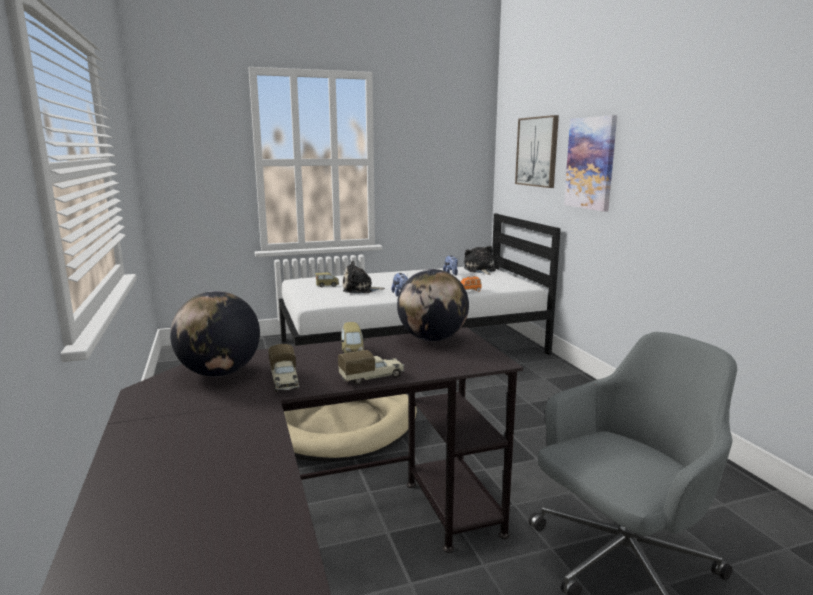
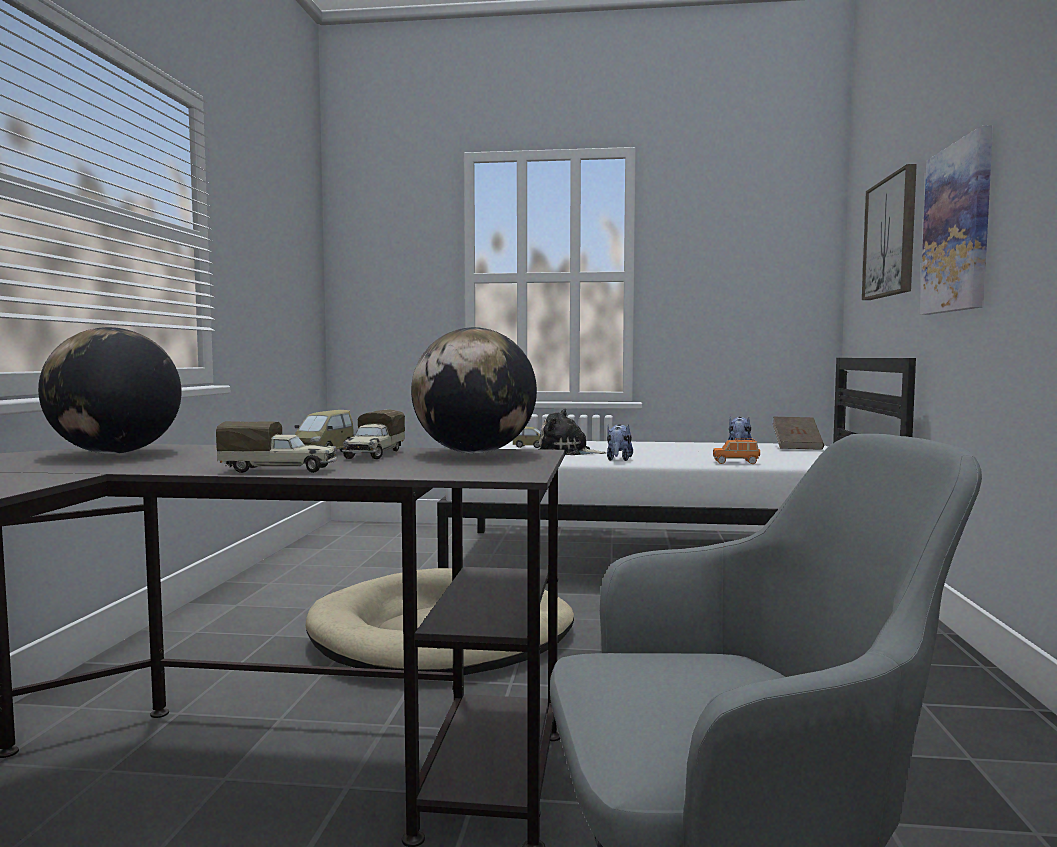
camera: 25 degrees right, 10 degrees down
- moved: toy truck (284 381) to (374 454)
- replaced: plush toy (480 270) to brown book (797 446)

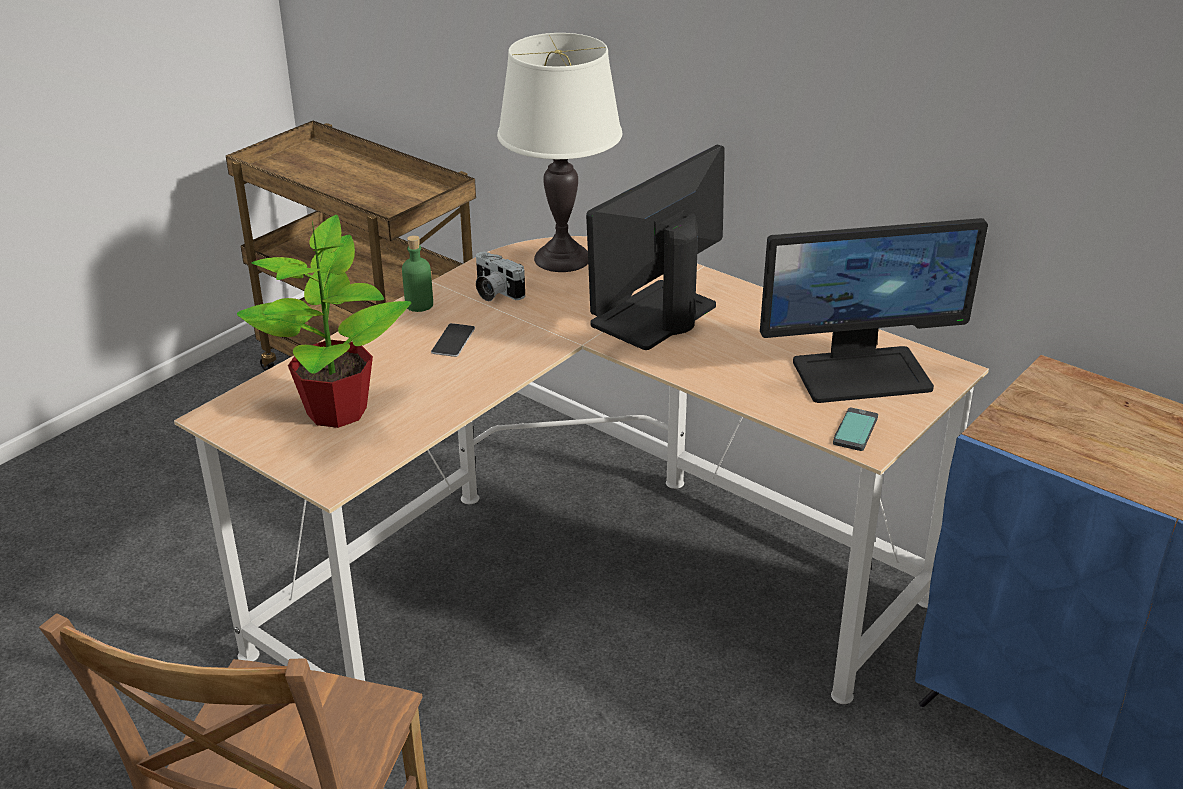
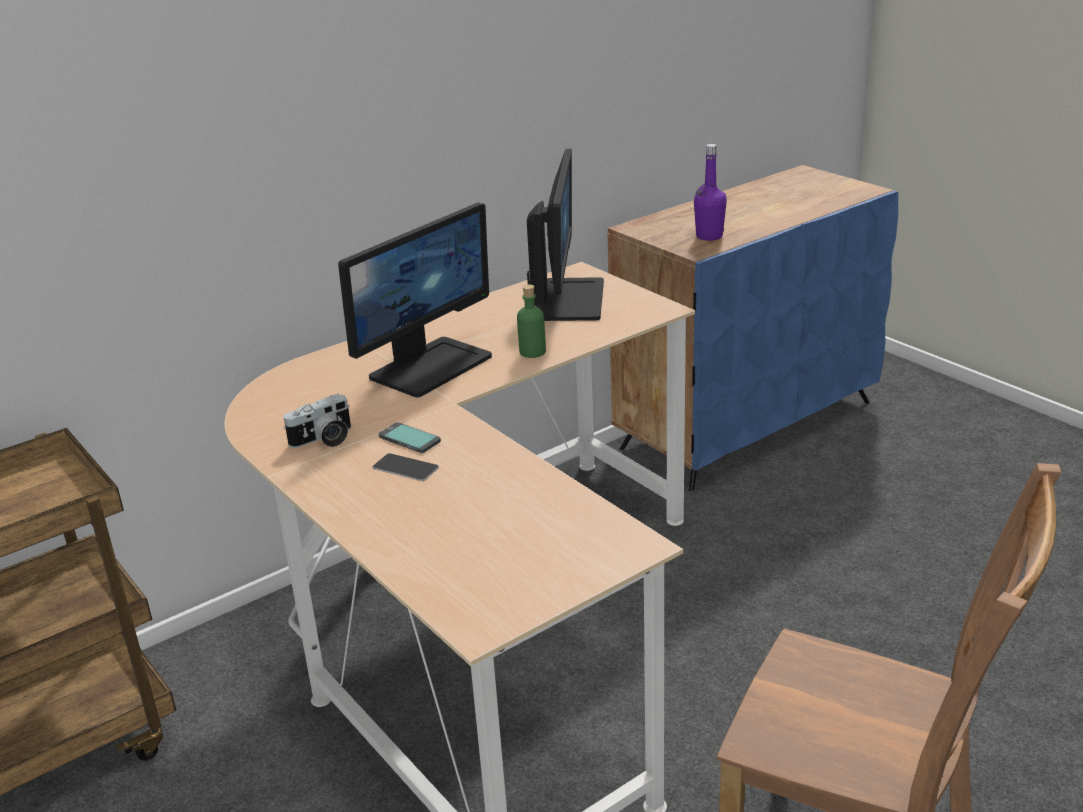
camera: 75 degrees left, 5 degrees down
- removed: potted plant (337 410)
- moved: green bottle (419 305) to (532 352)
- removed: white table lamp (562 259)
- turned: monitor (655 317) = (429 366) 105 degrees counterclockwise
- moved: phone (855 430) to (409 439)
- added: purple bottle (709 236)

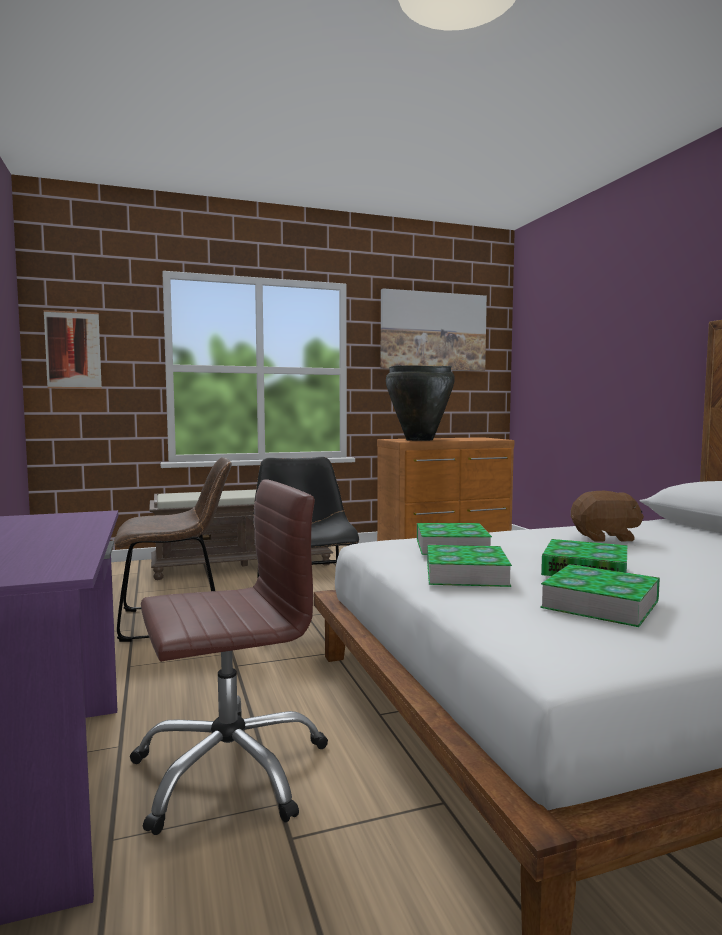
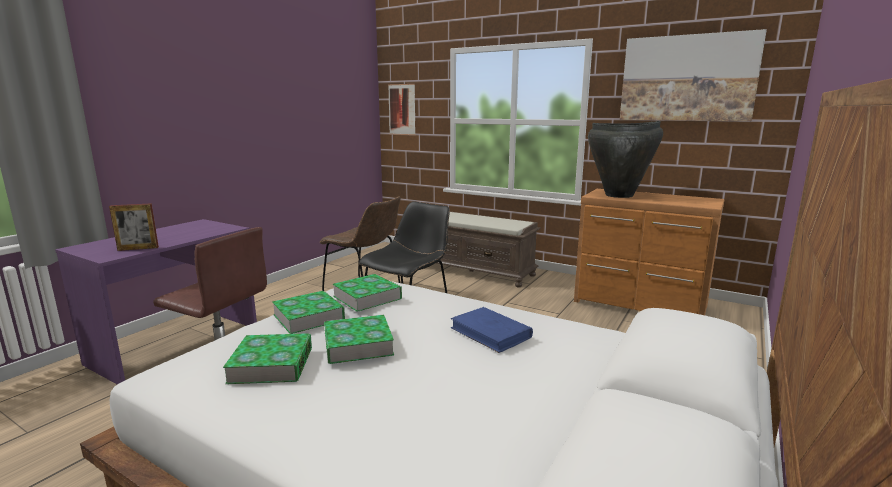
camera: 50 degrees right, 10 degrees up
- replaced: brown plush toy (605 538) to blue book (491 333)
- added: picture frame (138 248)

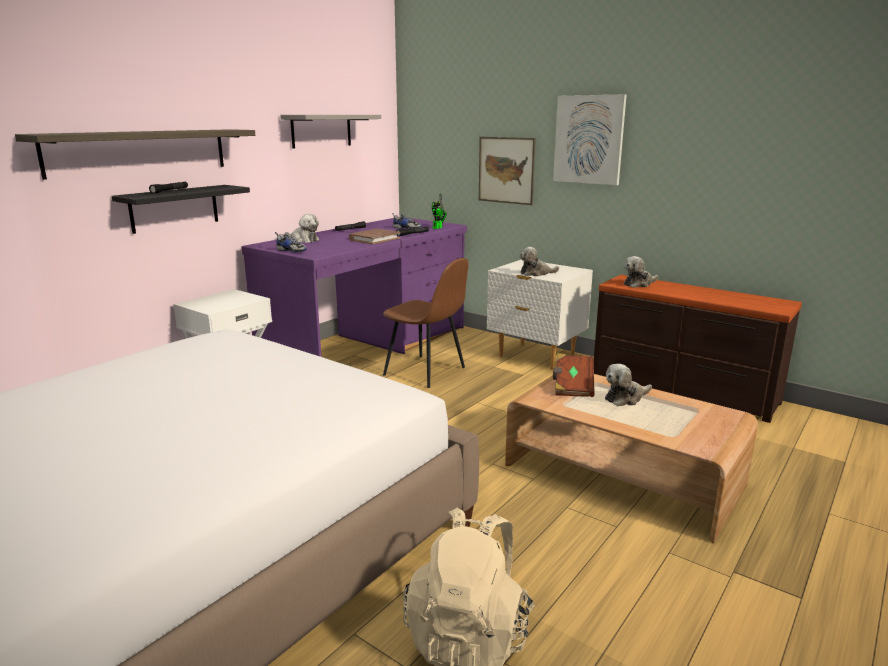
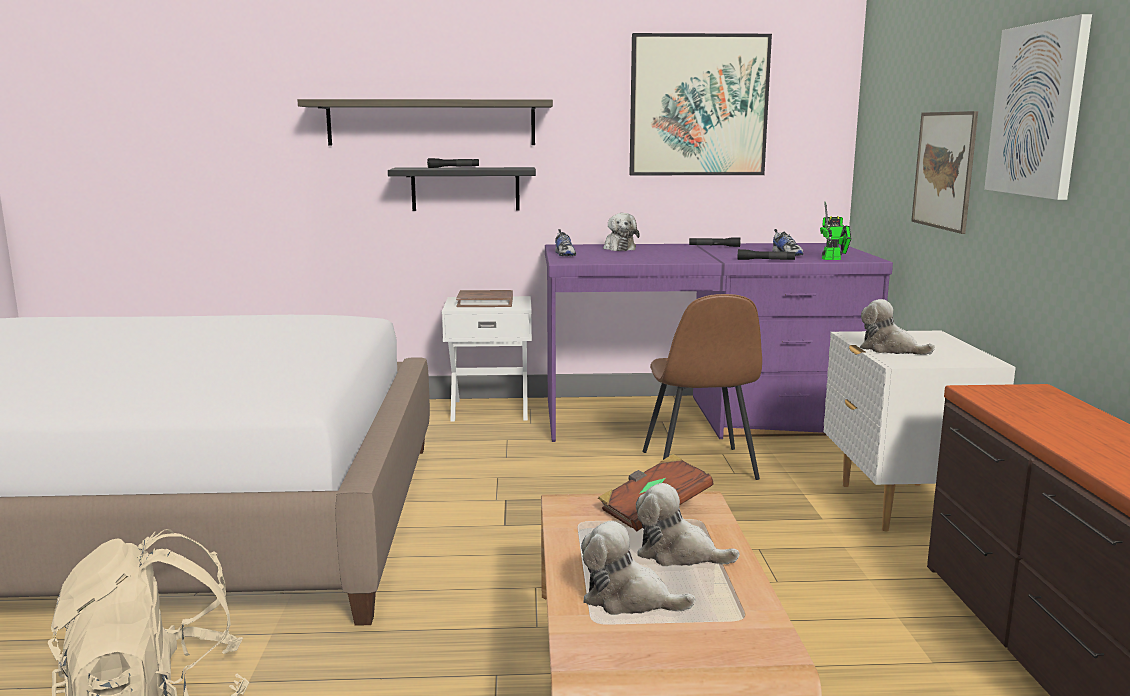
camera: 50 degrees right, 5 degrees down
- replaced: grey shelf (321 130) to picture (698 105)
- moved: brown book (374 239) to (485 302)
- moved: plush toy (639 284) to (628 599)

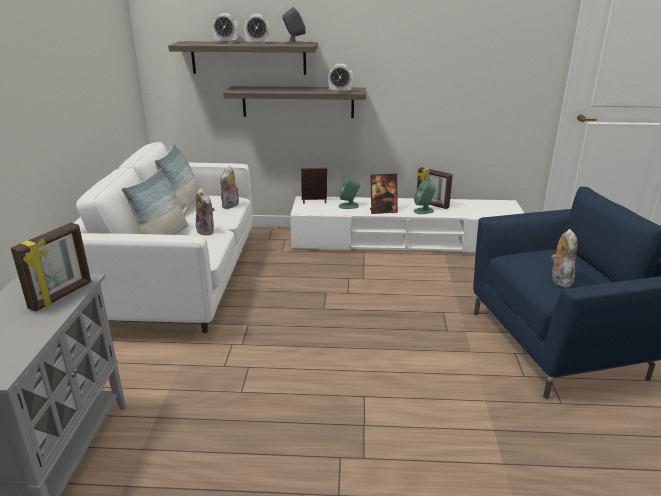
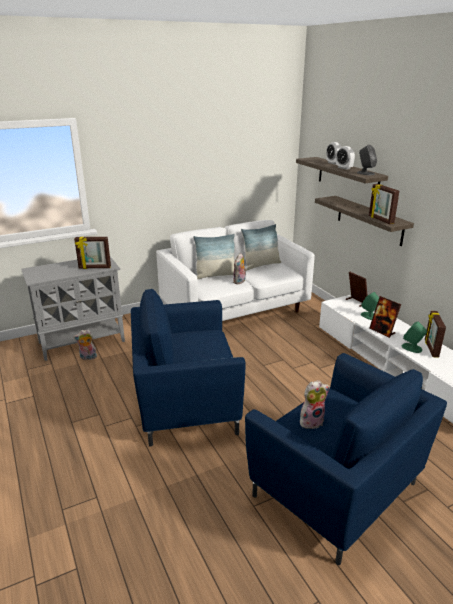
camera: 60 degrees right, 0 degrees up
- moved: plush toy (231 206) to (87 358)
- replaced: alarm clock (340 91) to picture frame (380 220)
- added: blue armchair (185 404)

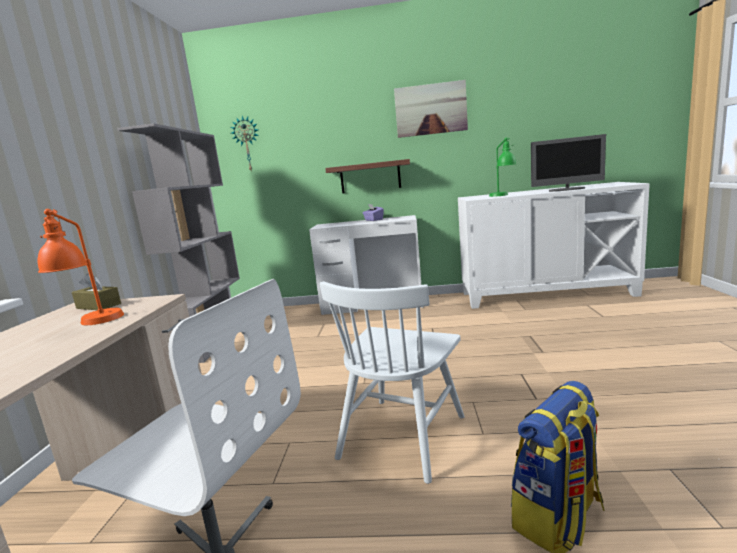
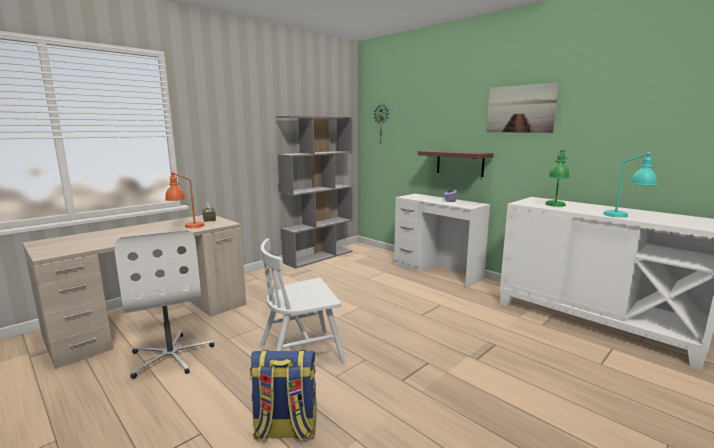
camera: 40 degrees right, 0 degrees up
- replaced: monitor (567 189) to turquoise table lamp (626 216)

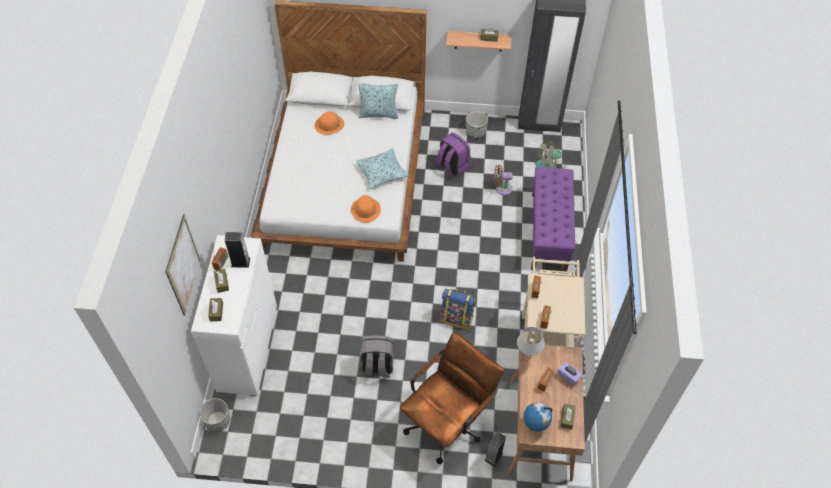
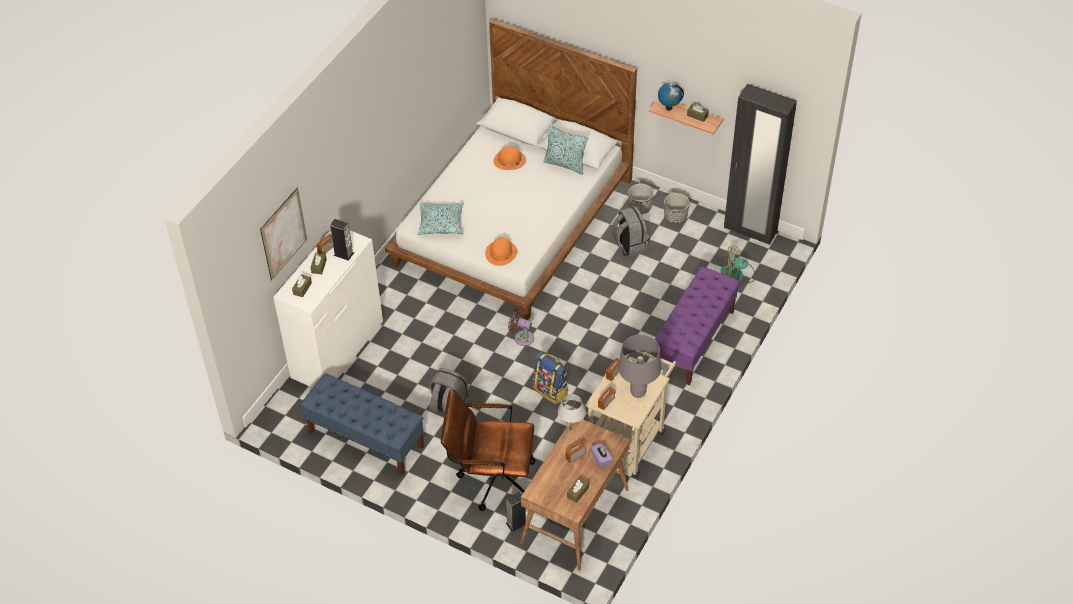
camera: 25 degrees right, 5 degrees down
- moved: planter (218 420) to (640 207)
- moved: pillow (382 172) to (441 223)
- turned: brown office chair (448 421) = (490 478) 150 degrees counterclockwise
- recoloured: purple backpack (452 167) to grey backpack (629 245)
- moved: brown fan (501 188) to (522 337)
- moved: globe (535 425) to (669 107)
- added: blue bench (365 439)
- added: grey table lamp (638 392)

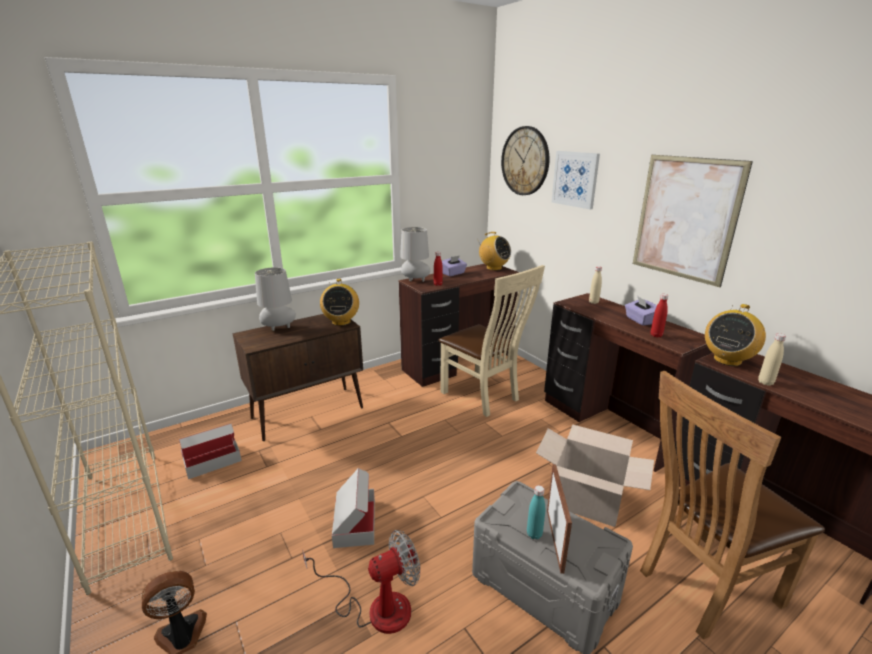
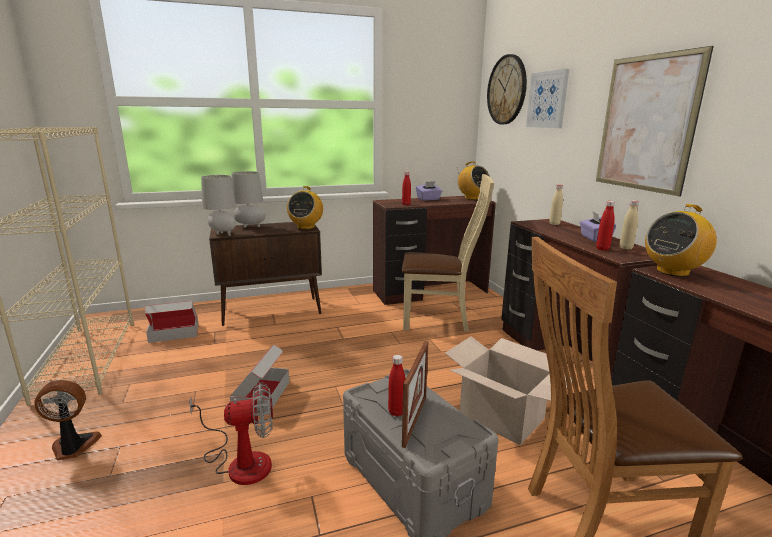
camera: 15 degrees right, 5 degrees down
- moved: grey table lamp (415 280) to (222 234)
- turned: beige chair (483 397) = (440 319) 60 degrees counterclockwise
- recoloured: turquoise bottle (534 534) to red bottle (396 412)
- moved: beige bottle (765 382) to (625 248)

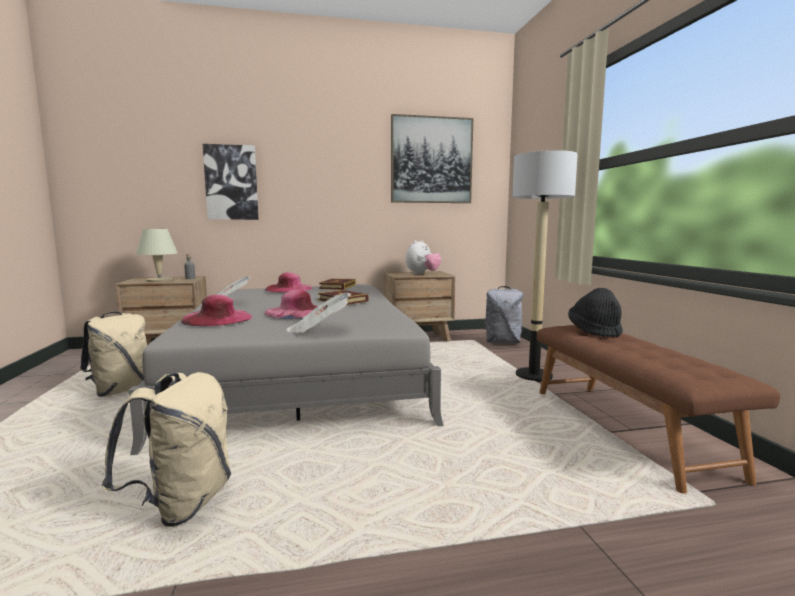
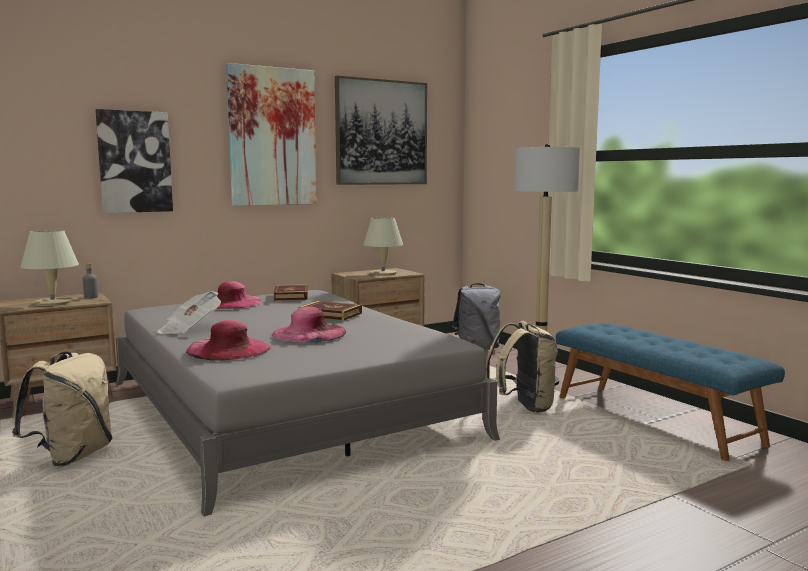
camera: 20 degrees left, 0 degrees up
- moved: beige backpack (182 504) to (523 407)
- removed: newspaper (319 330)
- replaced: plush toy (422 274) to beige table lamp (383 273)
- recoloured: brown bench (626 429) to blue bench (655 419)
- removed: black hat (594 331)
- added: picture (272 137)

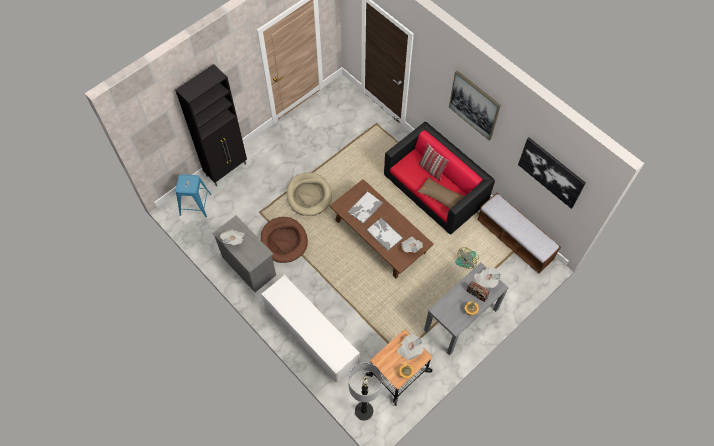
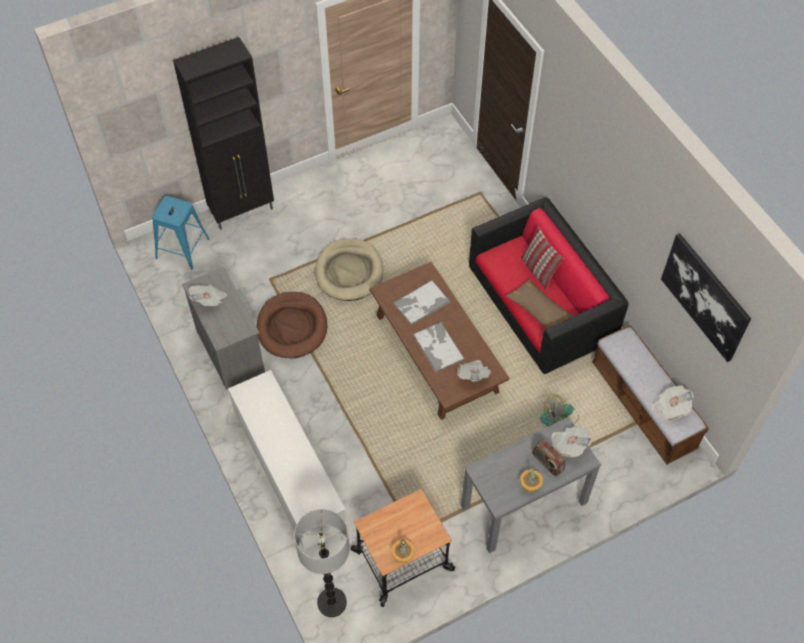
camera: 15 degrees right, 5 degrees down
- moved: newspaper (409 349) to (670 408)
- removed: picture (474 105)

